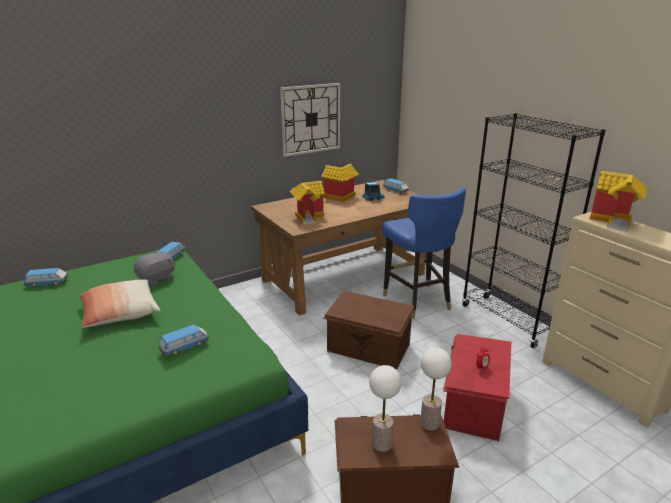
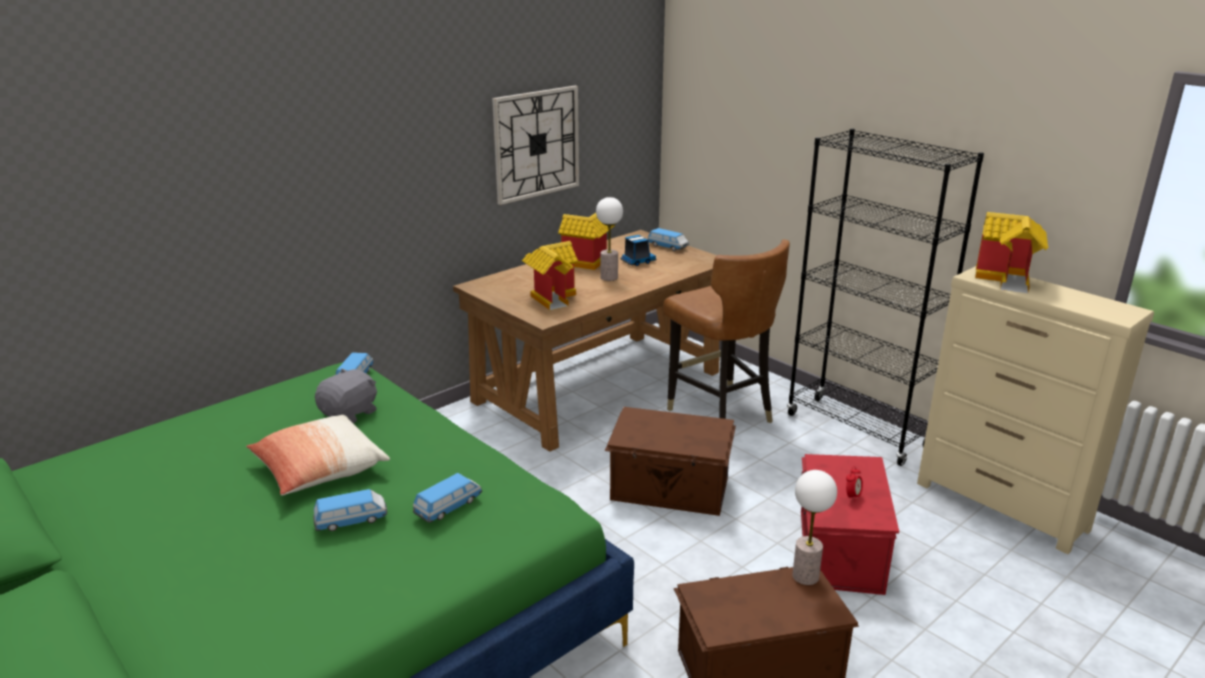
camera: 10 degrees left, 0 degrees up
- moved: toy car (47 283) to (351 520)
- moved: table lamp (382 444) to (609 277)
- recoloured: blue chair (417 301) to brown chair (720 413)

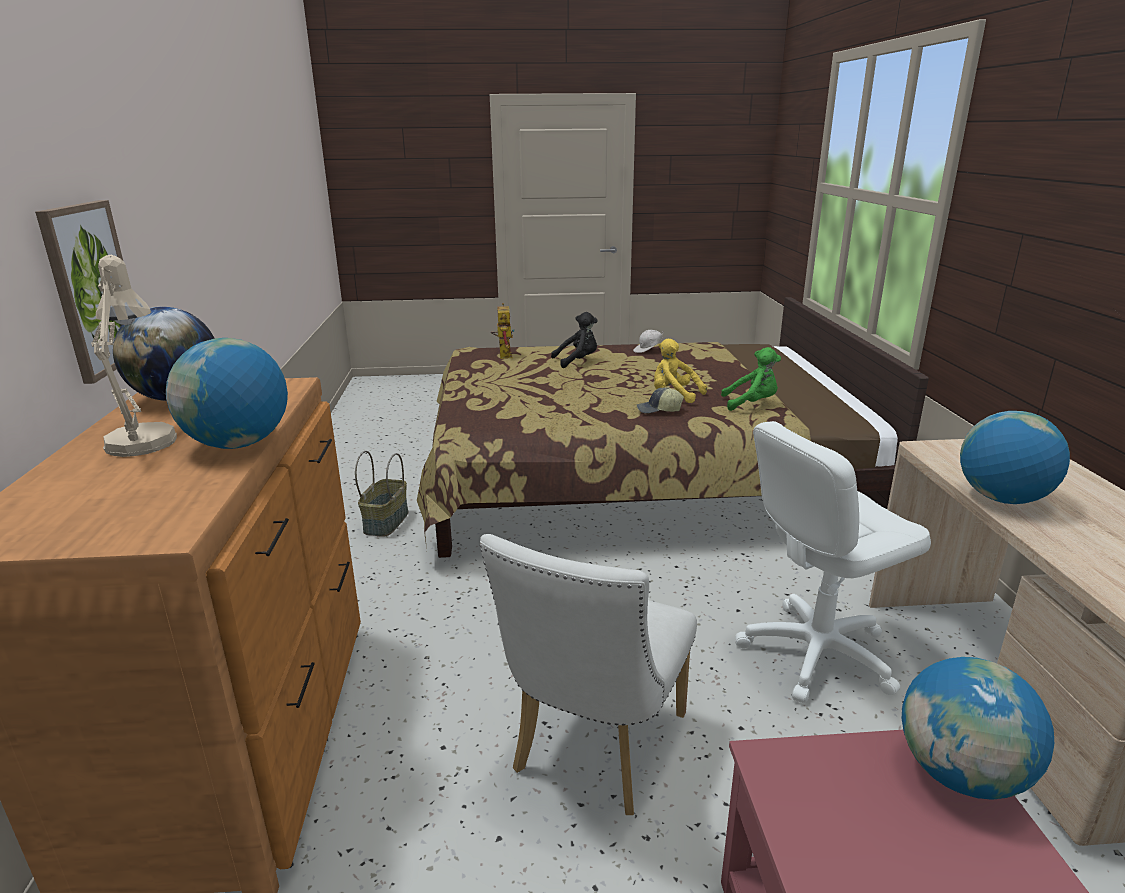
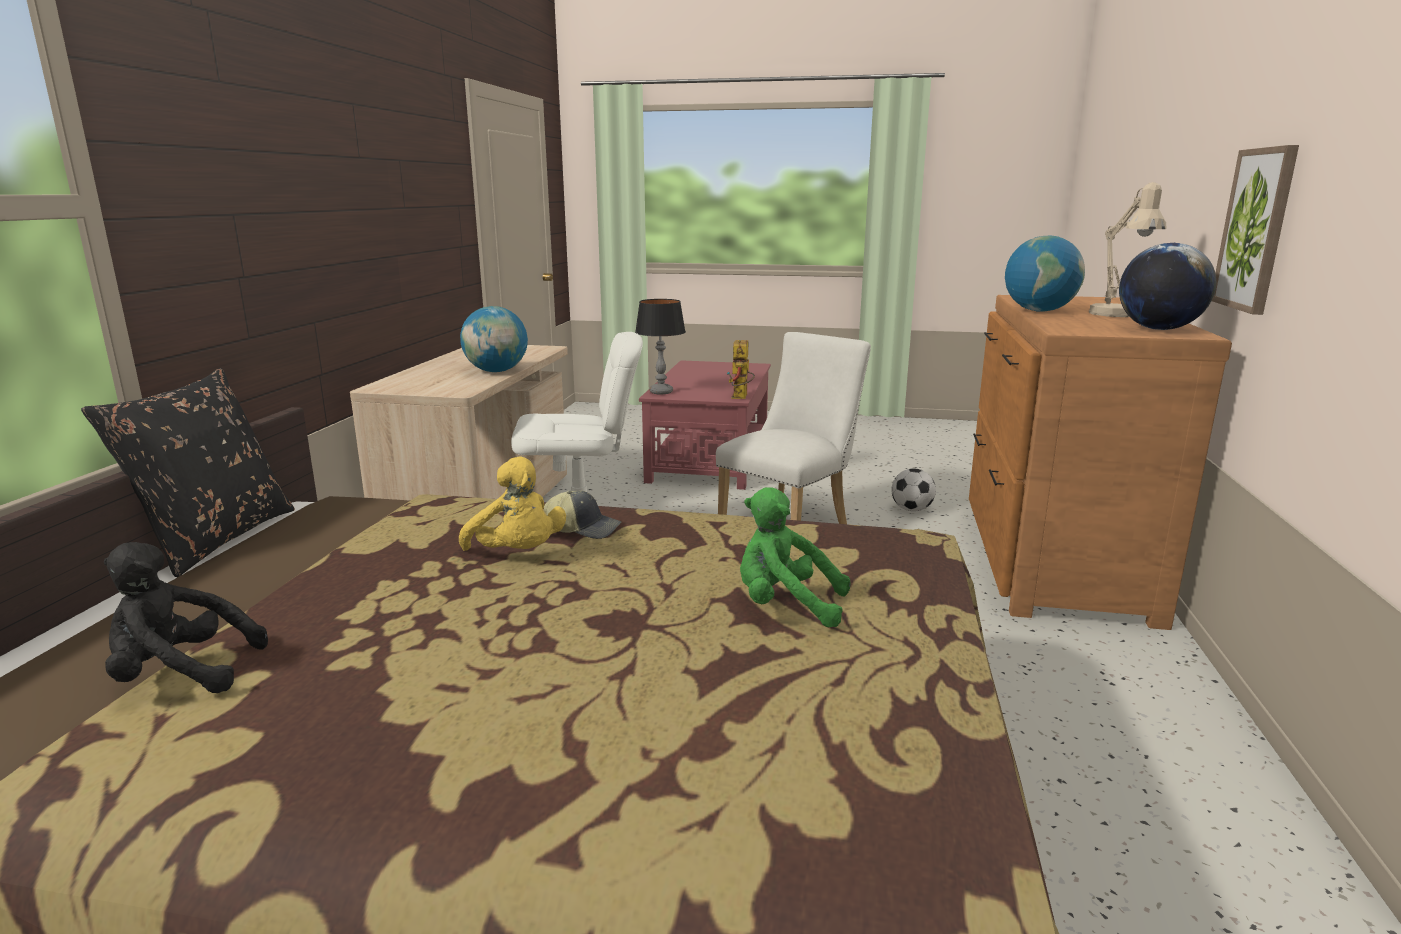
camera: 165 degrees left, 5 degrees down
- removed: basket (385 522)
- moved: toy robot (503 354) to (741 397)
- moved: black plush toy (577 361) to (181 674)
- removed: white cap (648 350)
- moved: green plush toy (751 404) to (785 606)
- replaced: globe (961 775) to table lamp (661 392)
- added: black pillow (215 538)
- added: football (911 510)

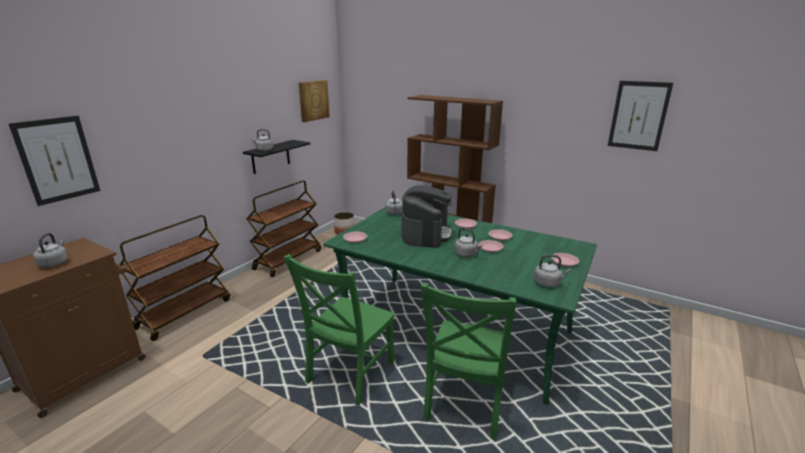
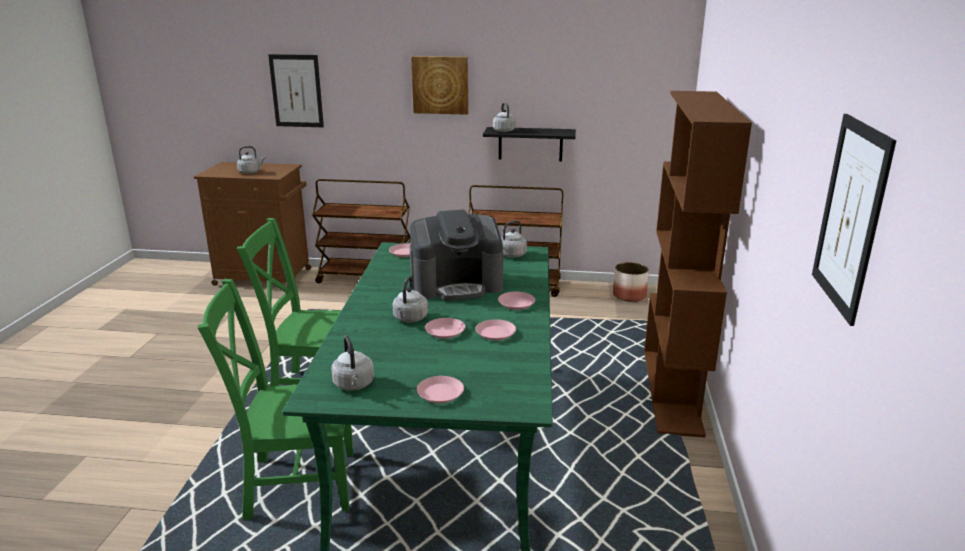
camera: 65 degrees right, 0 degrees up
- moved: picture (313 100) to (440 85)

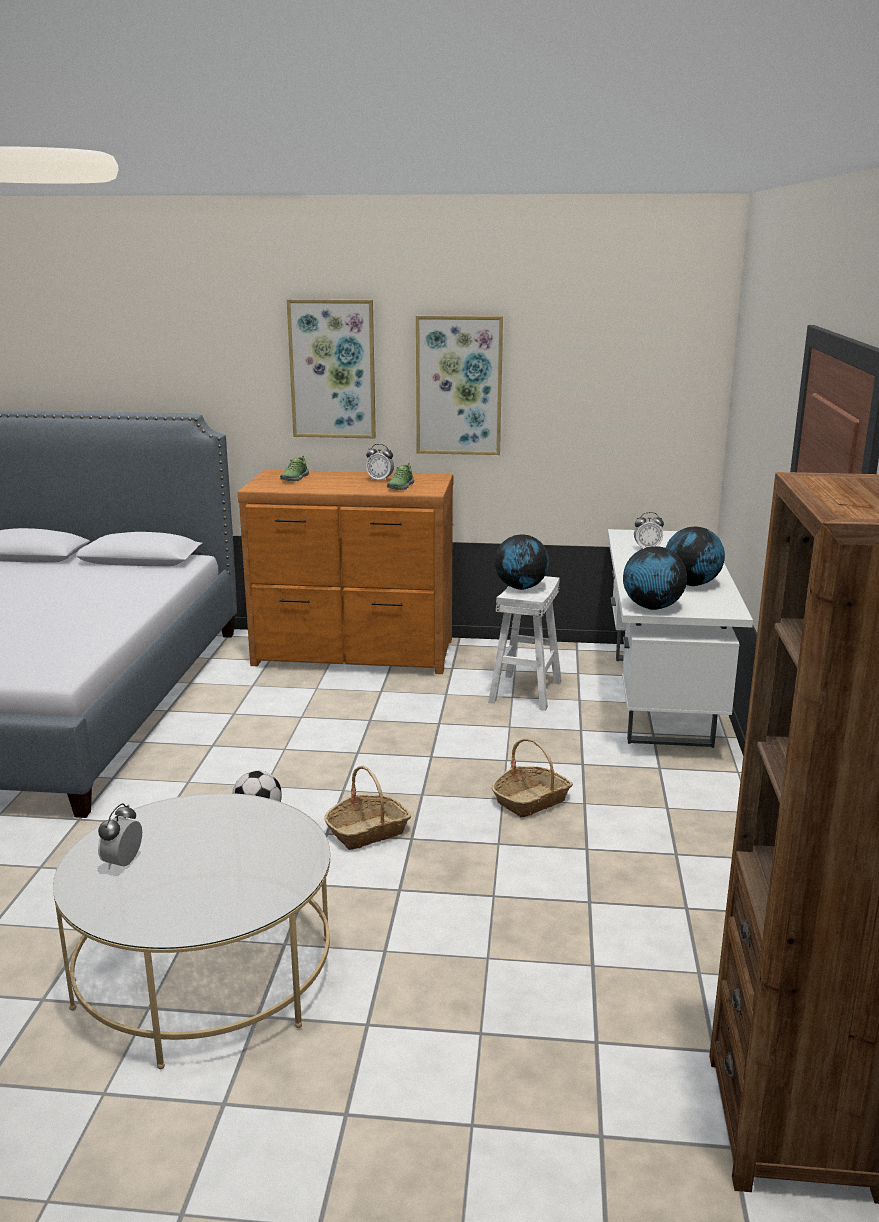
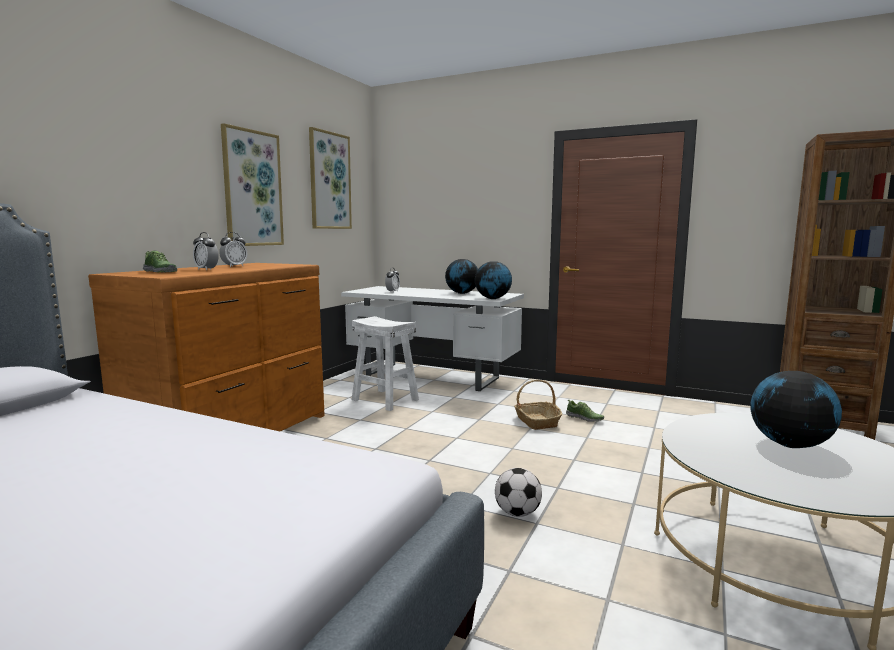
camera: 70 degrees left, 10 degrees down
- moved: alarm clock (123 863) to (206 269)
- moved: picture (332 369) to (329 181)
- removed: basket (368 832)
- moved: shoe (400 486) to (584 418)
- moved: globe (521 588) to (789 445)

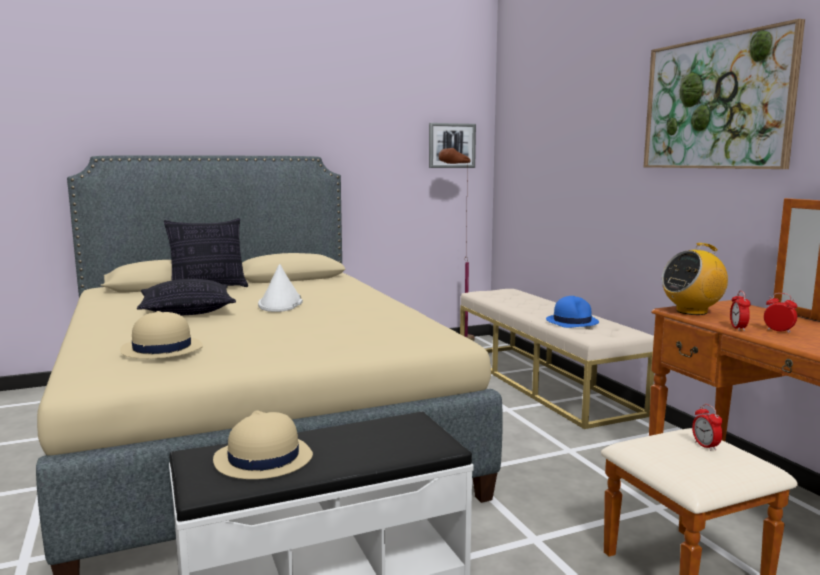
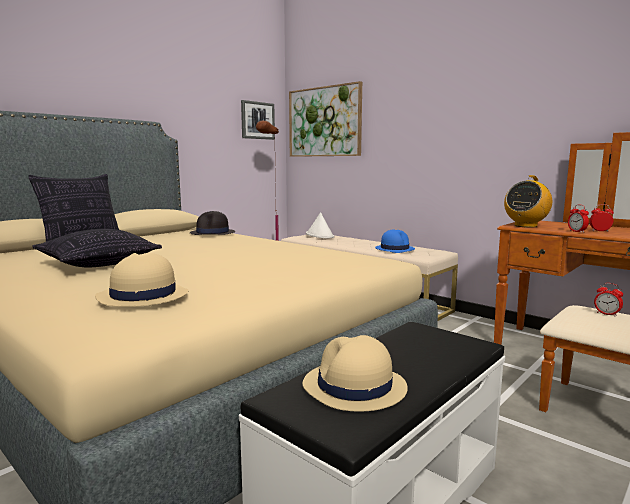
camera: 25 degrees left, 0 degrees up
- moved: white hat (280 304) to (320 235)
- moved: picture (716 103) to (324 122)
- added: black hat (212 233)

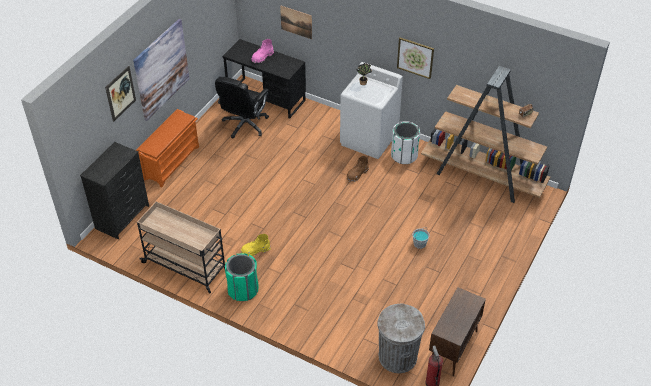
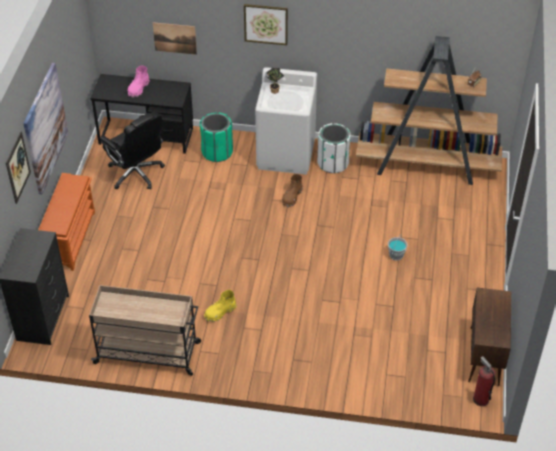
camera: 20 degrees left, 0 degrees up
- turned: black office chair (244 125) = (136 173) 45 degrees counterclockwise
- moved: green trash can (243 290) to (217 152)
- removed: grey trash can (397 357)
- moved: picture (415 57) to (266 24)

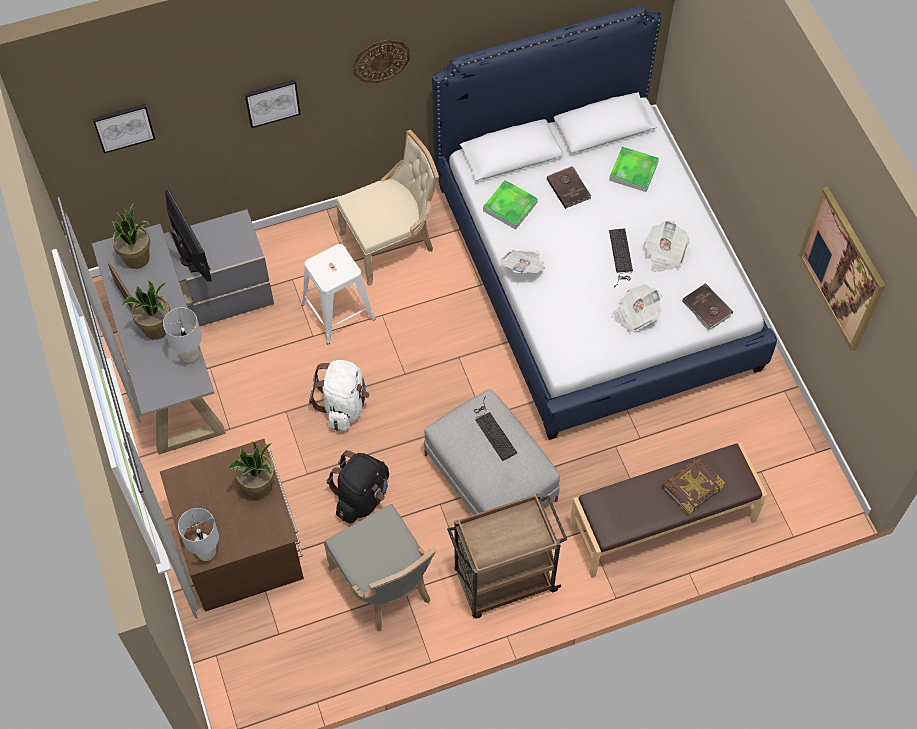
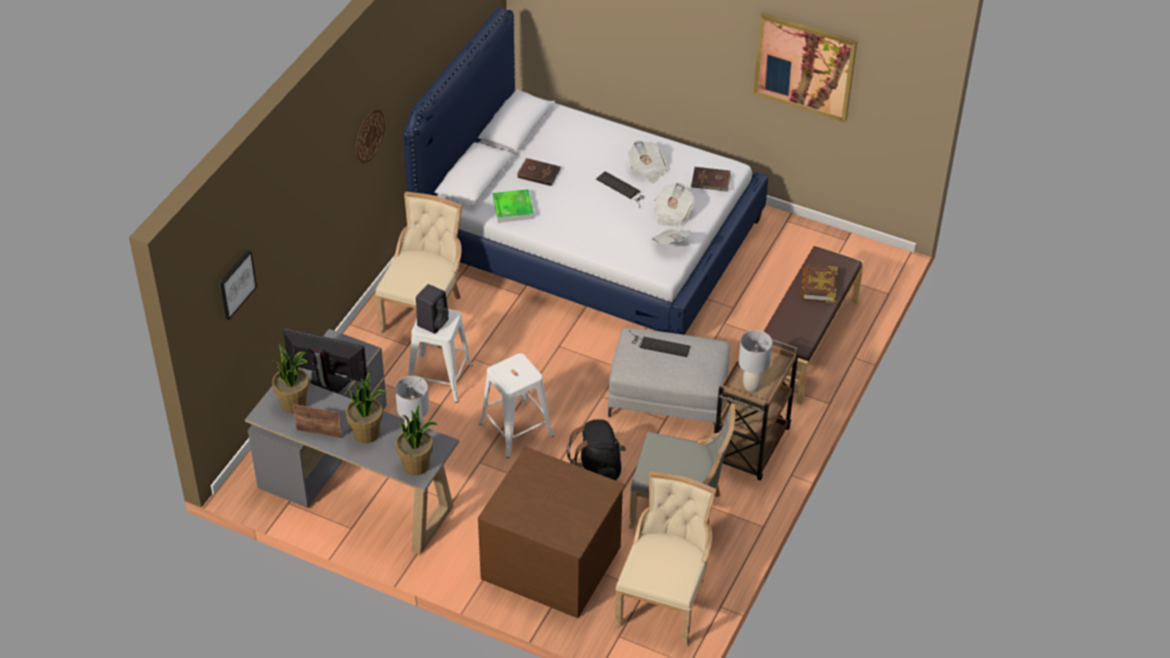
camera: 45 degrees left, 15 degrees down
- moved: grey table lamp (207 552) to (751 386)
- moved: potted plant (258 486) to (416 466)
- removed: picture (272 102)
- replaced: white backpack (343 405) to white stool (516 429)
- moved: newspaper (524 267) to (671 244)
- removed: tray (633 171)
- added: black speaker (433 322)
- added: beige chair (664 601)

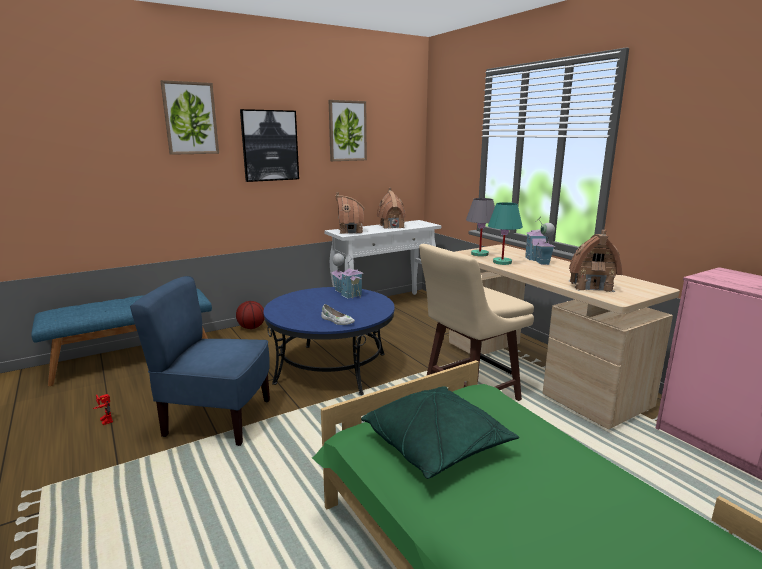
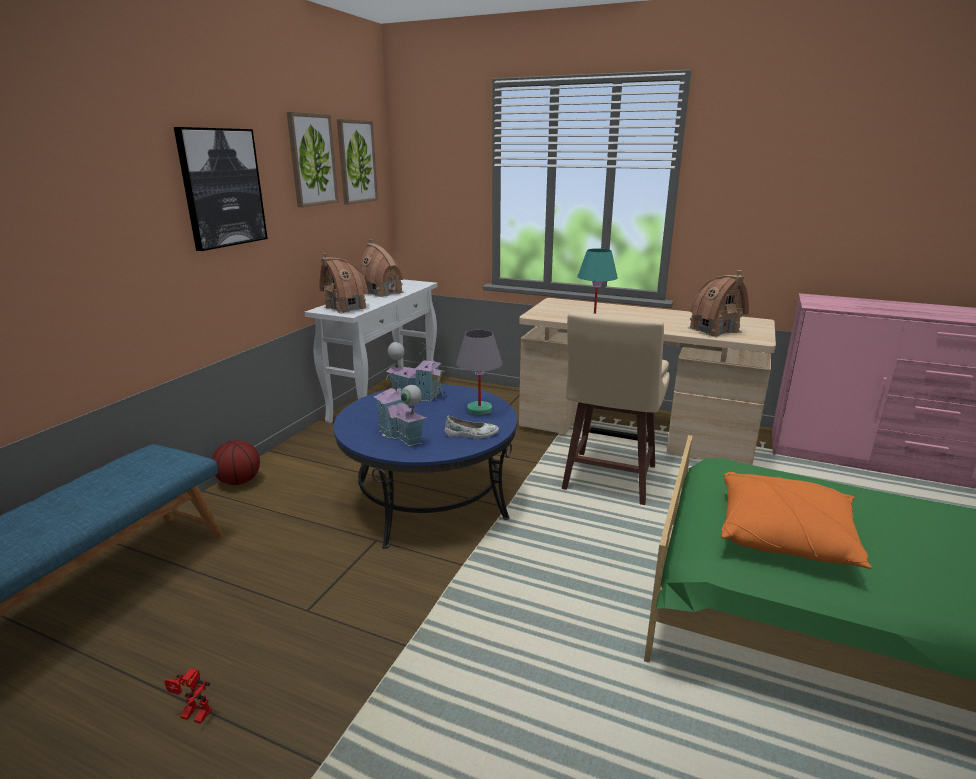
camera: 35 degrees left, 5 degrees up
- removed: blue chair (217 419)
- moved: picture (190 118) to (356 162)
- recoloured: green pillow (437 446) to orange pillow (785 536)
- moved: grey table lamp (479 254) to (479 410)
- moved: toy house (538 260) to (401 435)

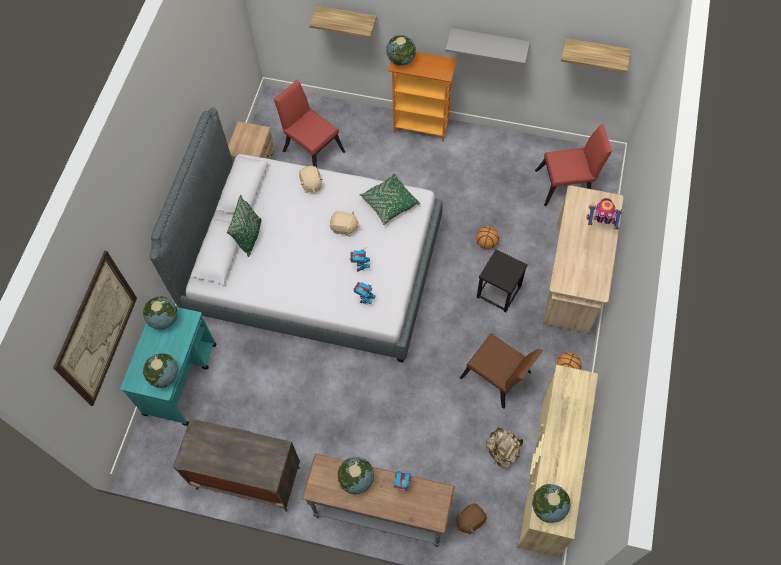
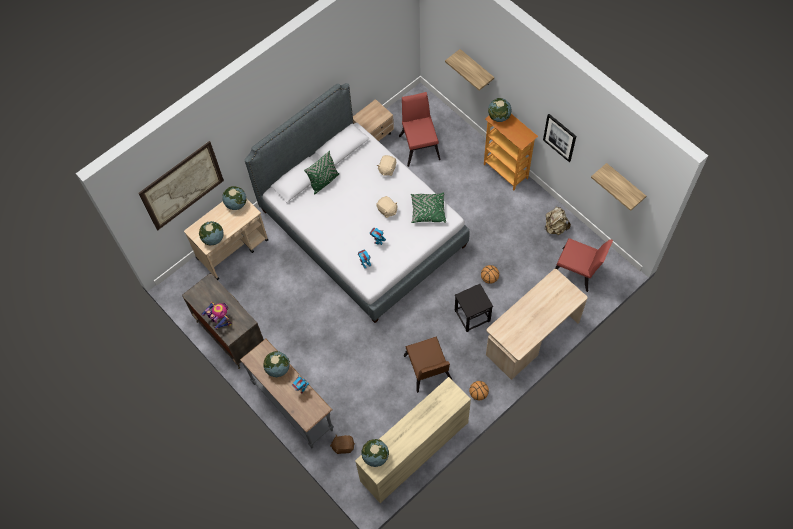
camera: 35 degrees right, 0 degrees up
- recoloured: turquoise cart (181 378) to beige cart (233 249)
- replaced: grey shelf (489 42) to picture (560 137)
- moved: beige backpack (502 451) to (555 227)
- moved: toy robot (600 224) to (219 320)

